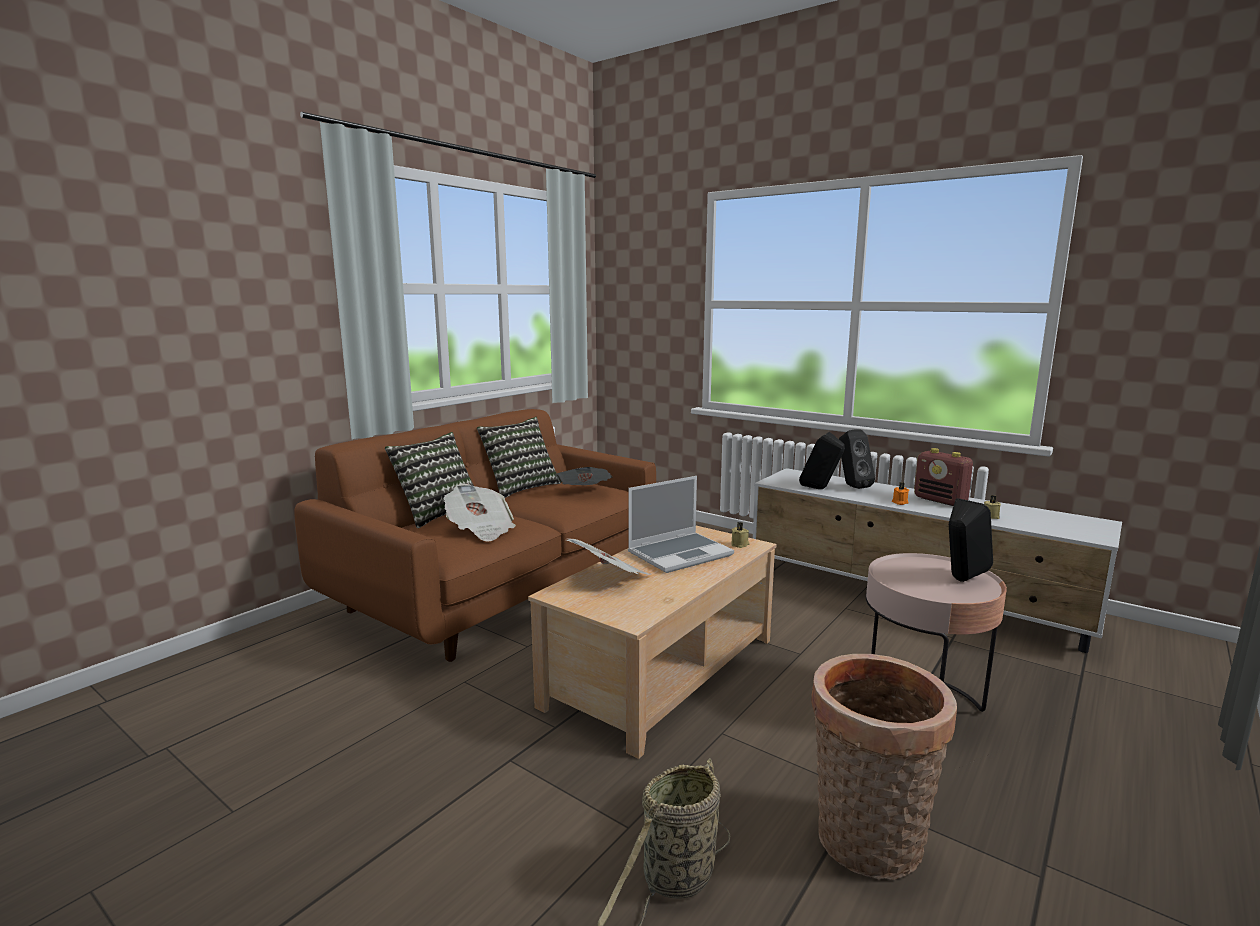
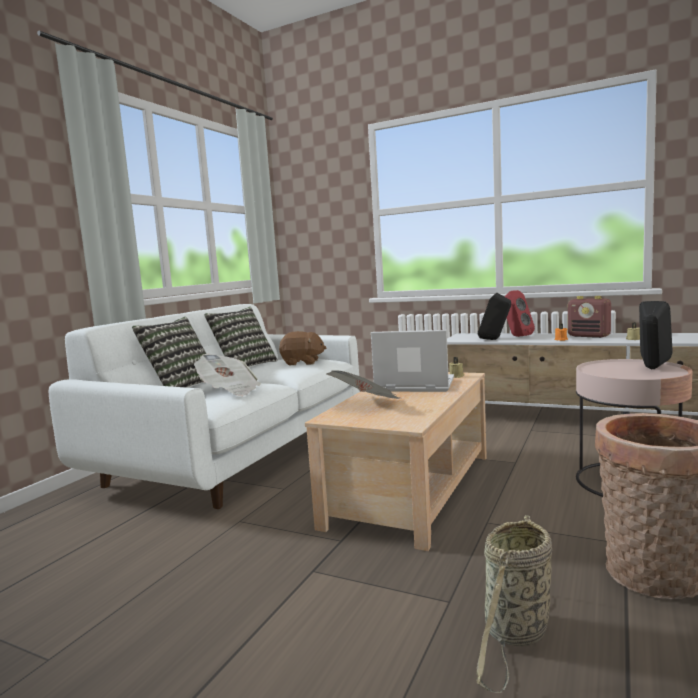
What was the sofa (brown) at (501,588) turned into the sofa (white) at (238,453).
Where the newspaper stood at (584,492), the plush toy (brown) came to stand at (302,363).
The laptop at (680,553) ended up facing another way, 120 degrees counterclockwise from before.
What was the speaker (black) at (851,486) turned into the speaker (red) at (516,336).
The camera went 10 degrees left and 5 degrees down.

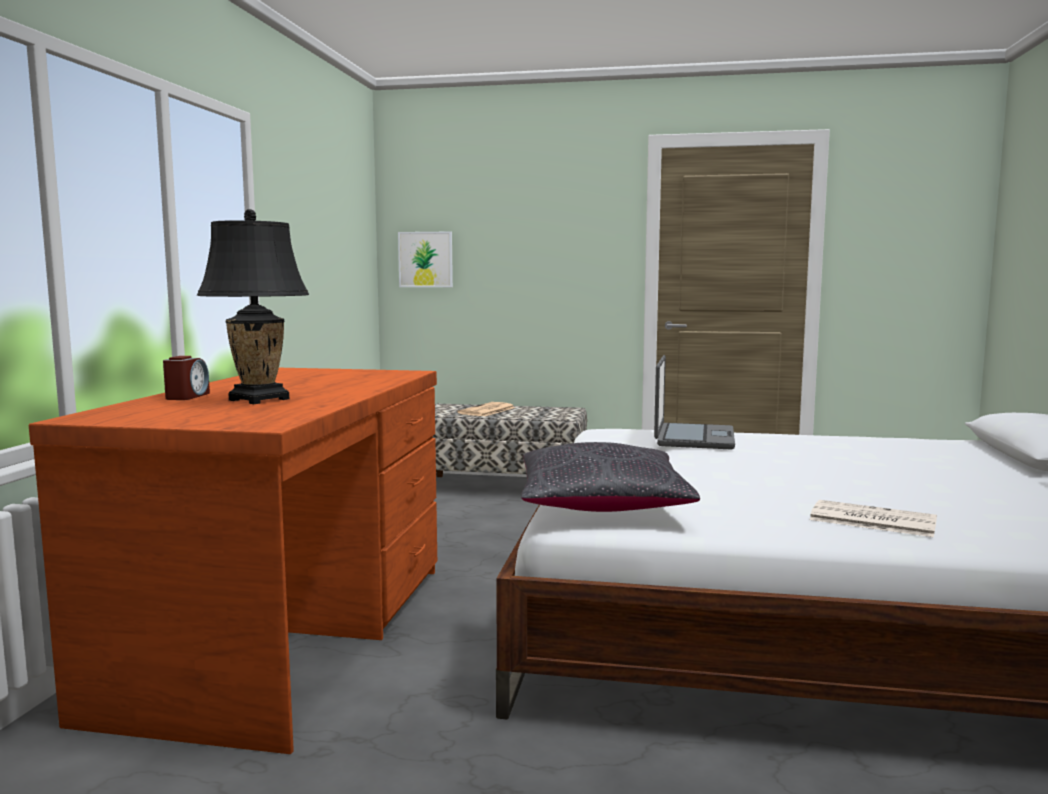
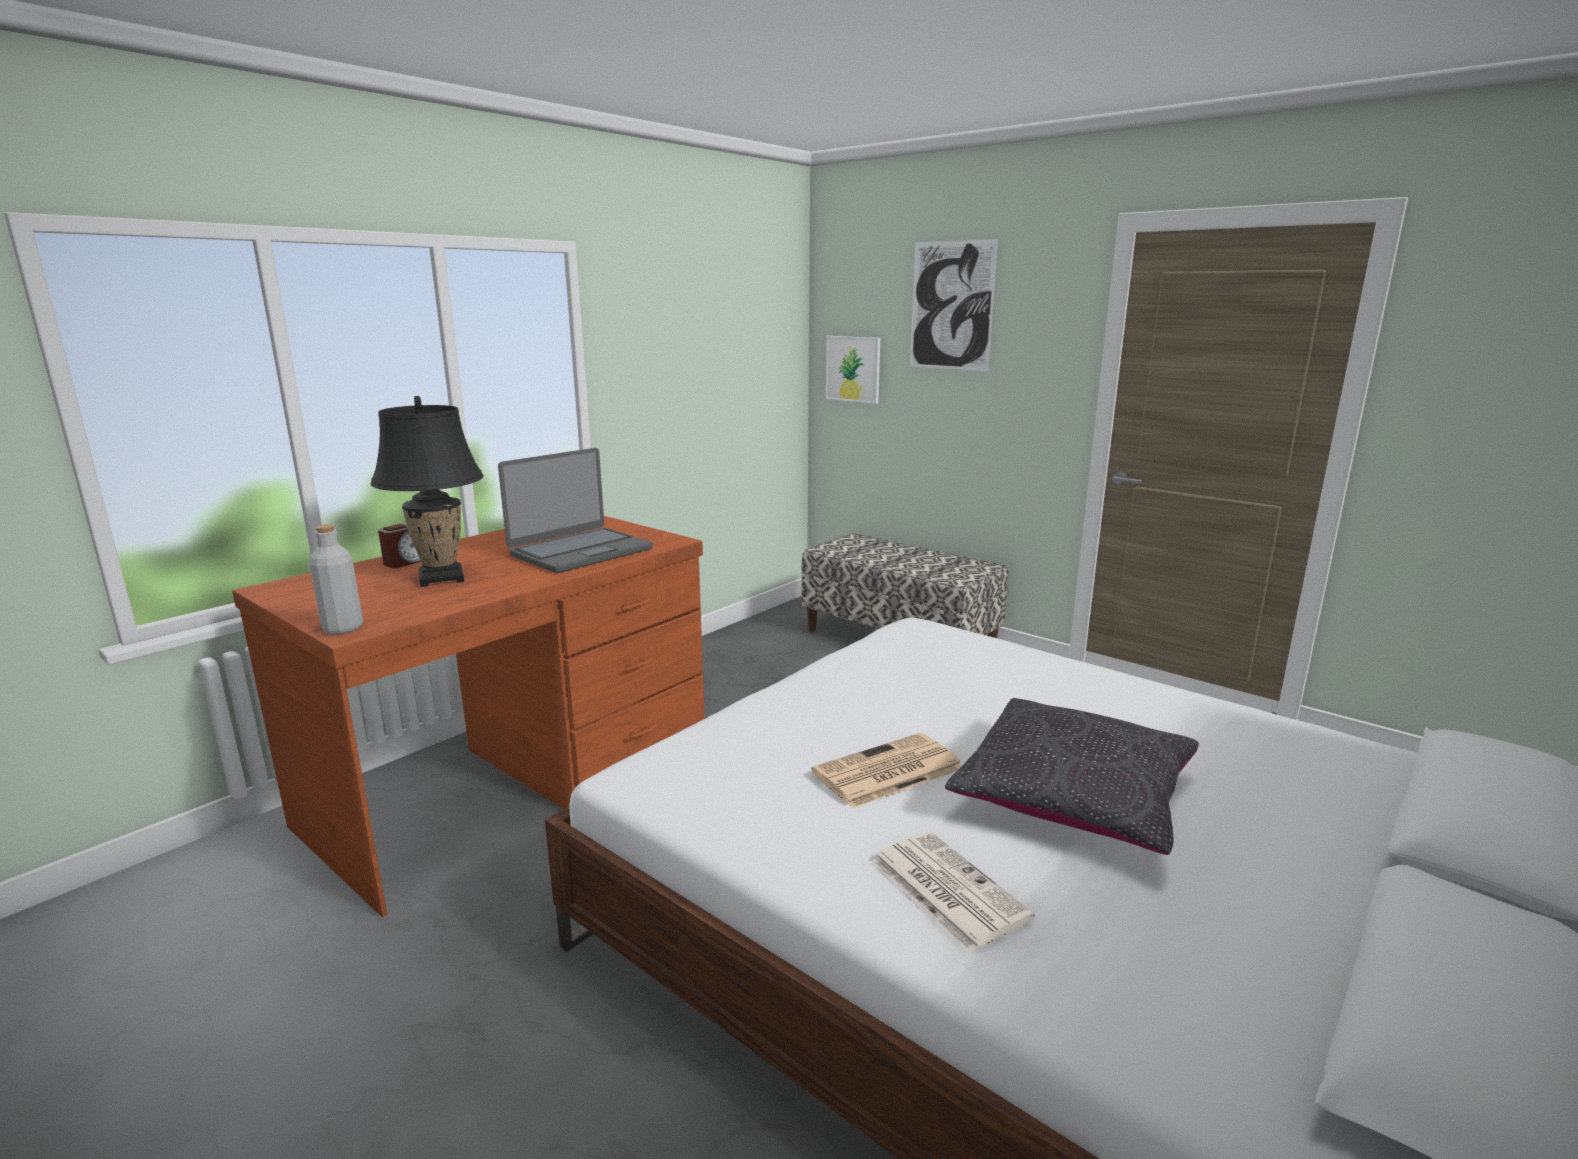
The newspaper ended up elsewhere, having gone from (487,410) to (886,772).
The pillow (black) ended up elsewhere, having gone from (601,505) to (1073,797).
The laptop ended up elsewhere, having gone from (693,438) to (580,552).
The second view gained the bottle (grey) at (343,628).
The second view gained the picture at (951,306).
The camera went 30 degrees right and 10 degrees up.

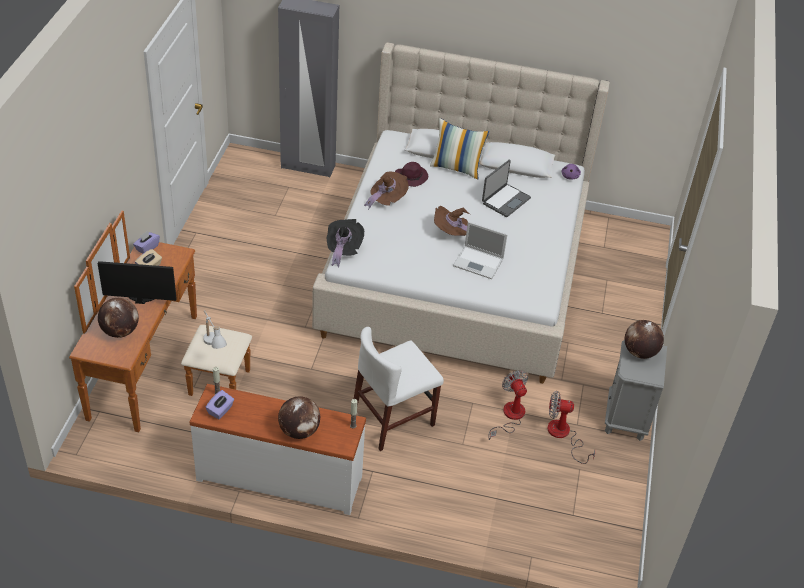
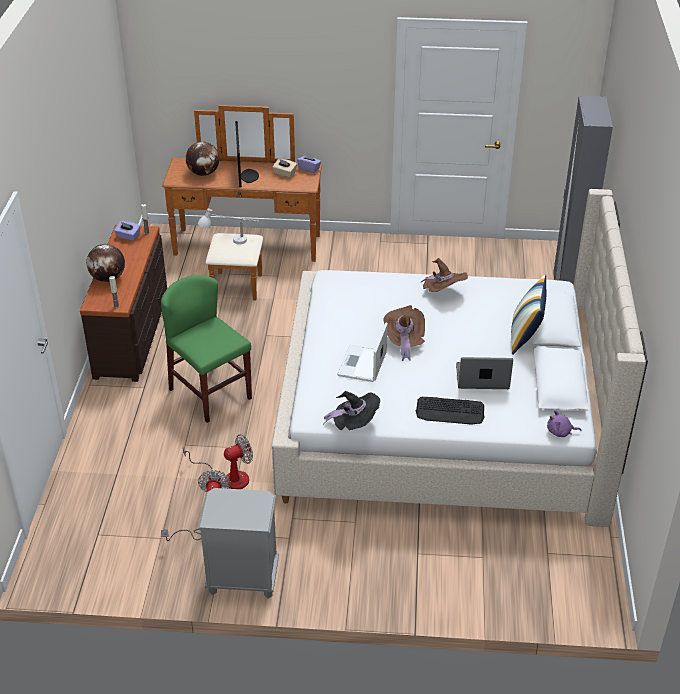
What was the dresser (white) at (280,476) turned into the dresser (brown) at (133,334).
The hat (black) ended up elsewhere, having gone from (343,249) to (355,424).
What was the chair (white) at (393,419) turned into the chair (green) at (210,394).
The second view lost the hat (purple) at (411,177).
The laptop at (505,200) ended up facing another way, 150 degrees clockwise from before.
The second view lost the globe at (639,352).
The second view gained the keyboard at (450,411).
The camera went 85 degrees right and 5 degrees down.

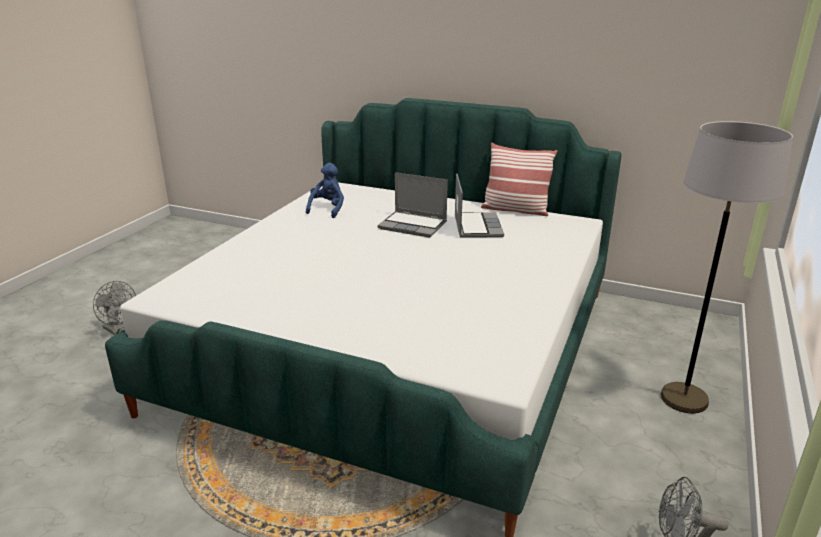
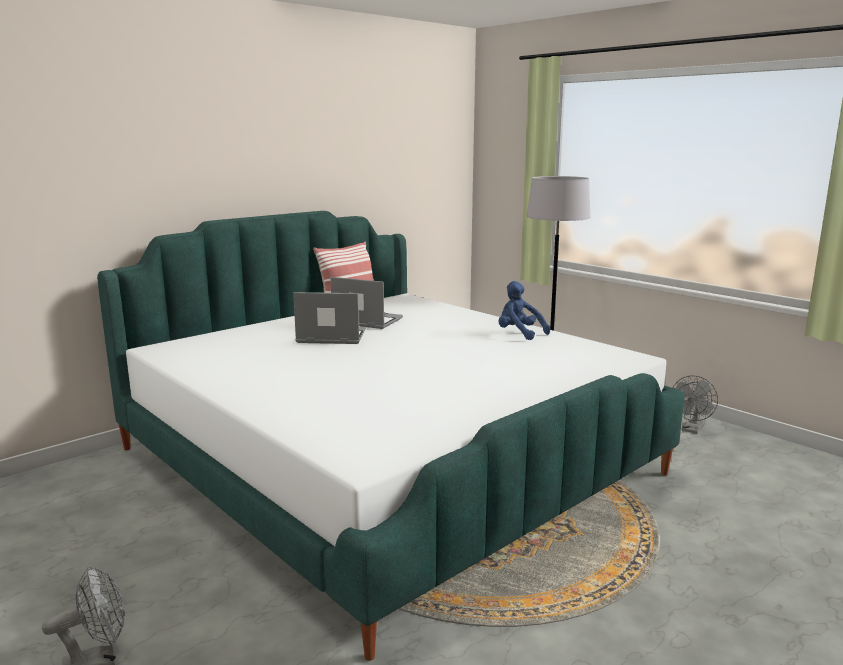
The plush toy (blue) ended up elsewhere, having gone from (327,209) to (519,334).
The laptop at (414,225) ended up facing another way, 135 degrees counterclockwise from before.
The camera went 65 degrees left and 10 degrees down.

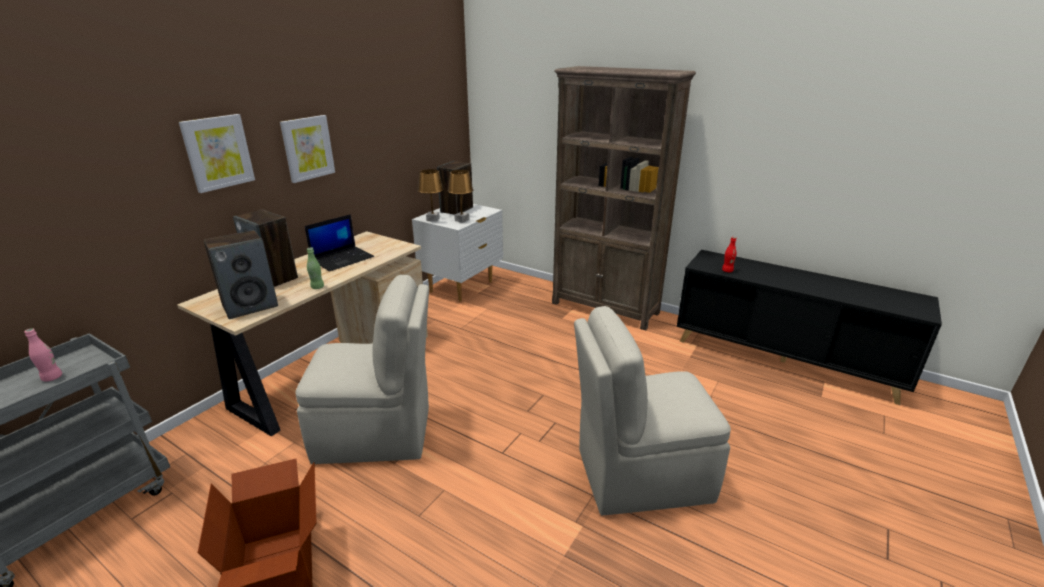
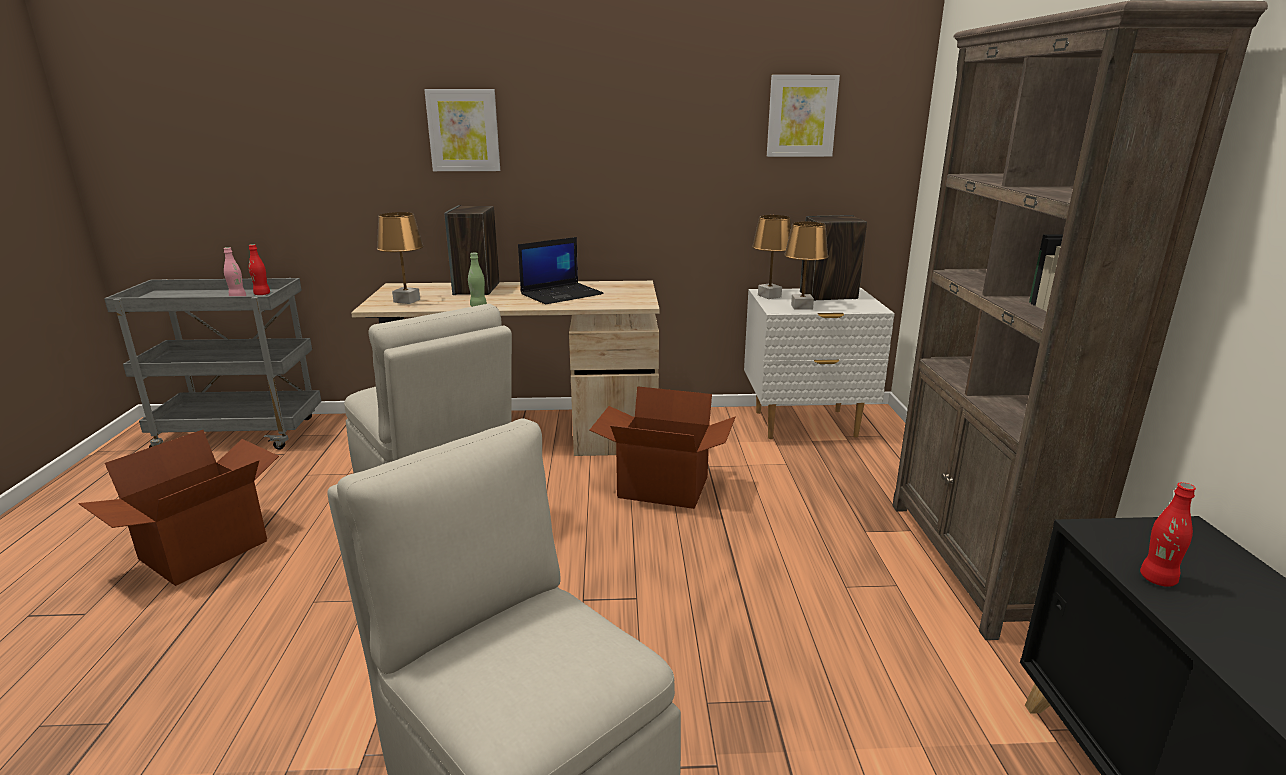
Where the speaker stood at (250,306), the table lamp (brown) came to stand at (407,301).
The picture ended up elsewhere, having gone from (307,148) to (801,116).
The laptop at (343,259) ended up facing another way, 45 degrees counterclockwise from before.
The second view gained the bottle (red) at (262,294).
The second view gained the cardboard box at (662,488).
The camera went 55 degrees right and 5 degrees down.

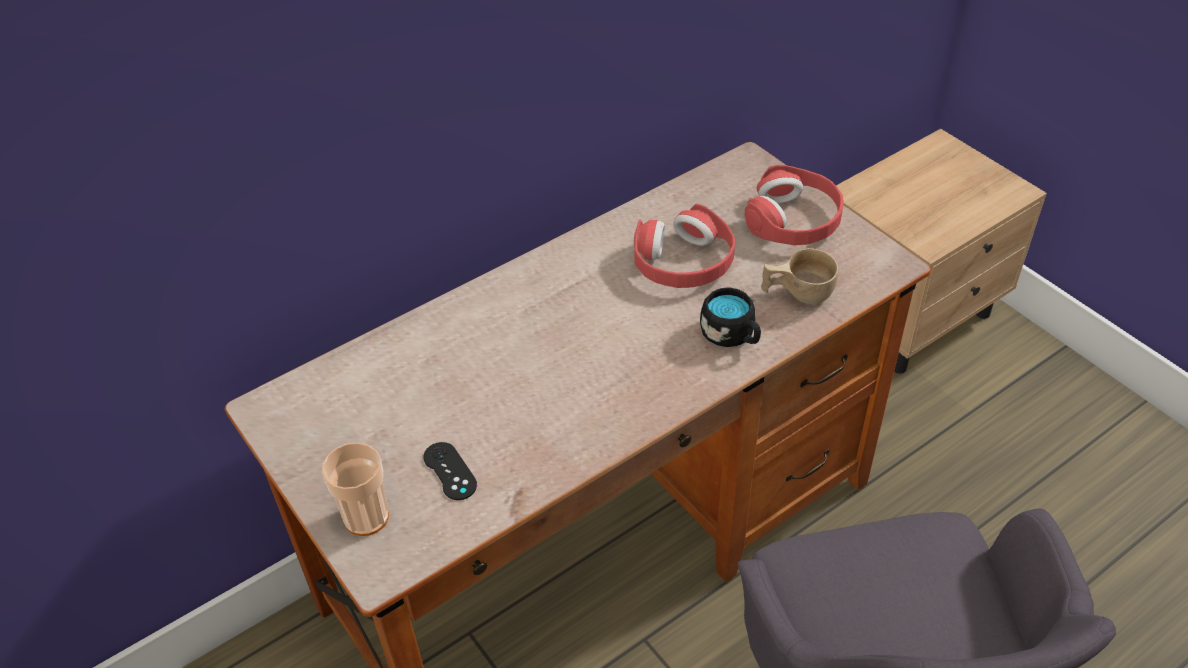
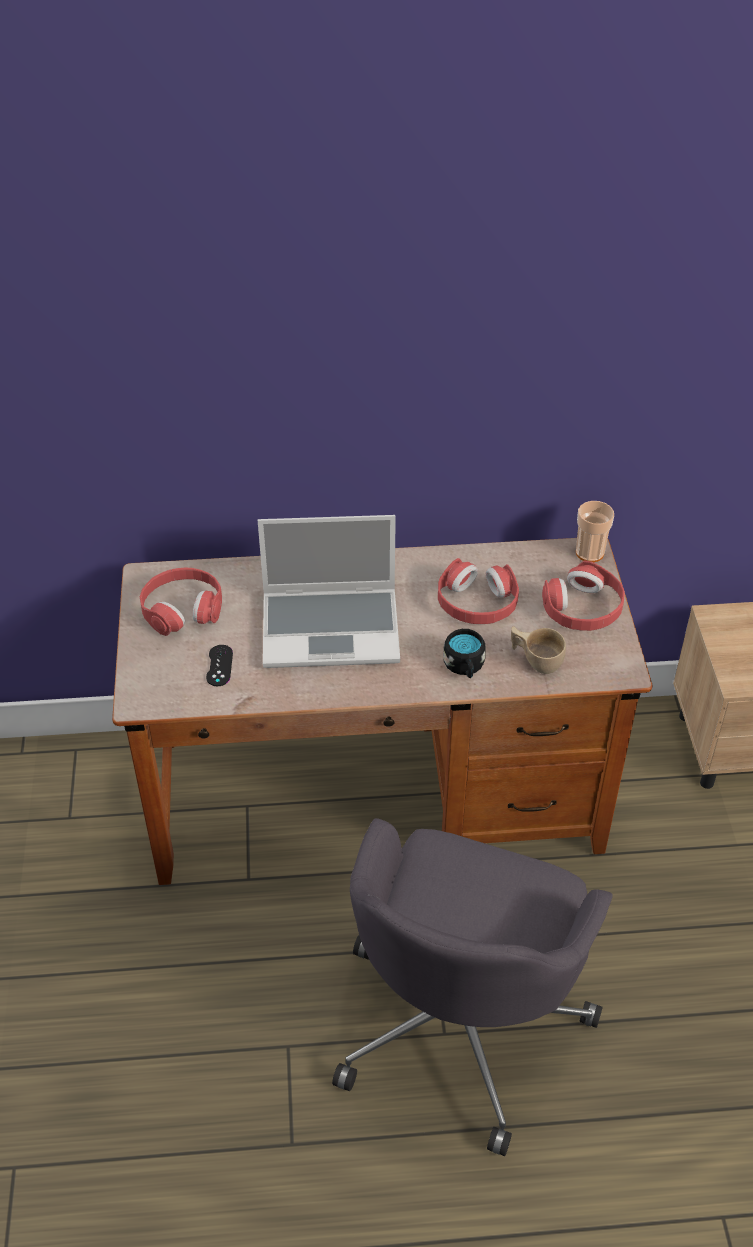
The cup ended up elsewhere, having gone from (366,517) to (589,553).
The second view gained the headphones (red) at (182,609).
The second view gained the laptop at (332,628).
The camera went 30 degrees right and 0 degrees up.

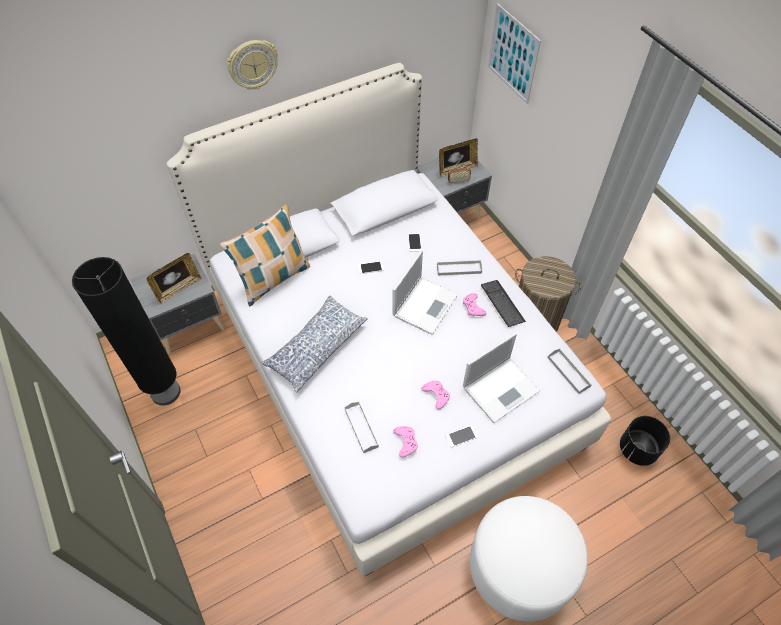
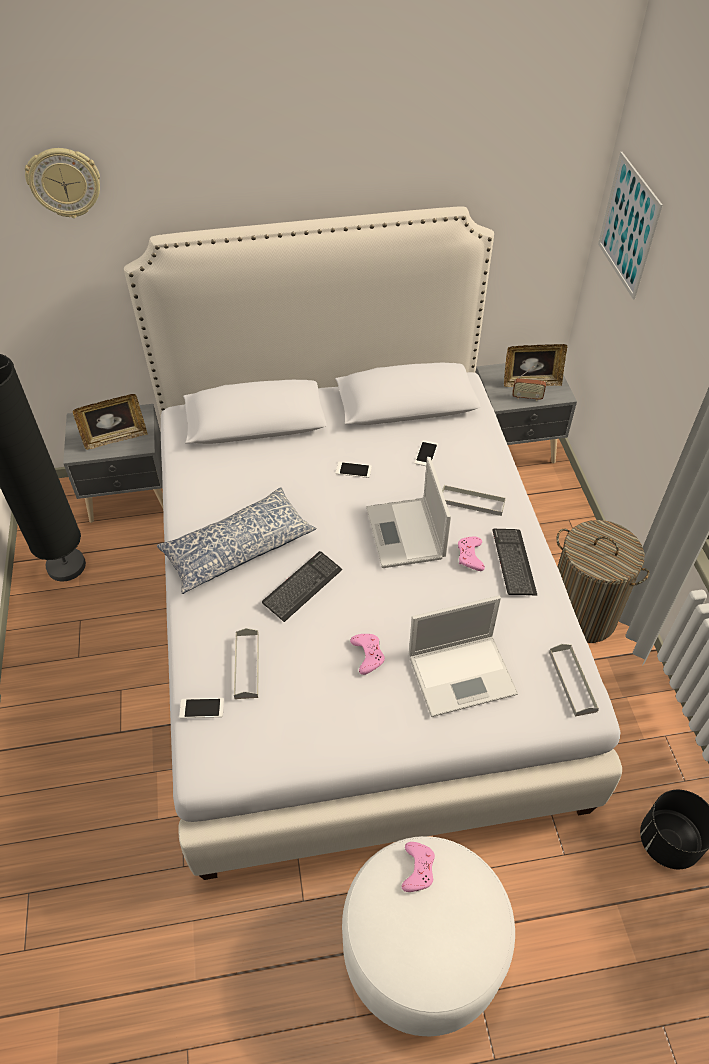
The second view lost the pillow at (273,279).
The wall clock ended up elsewhere, having gone from (252,64) to (65,182).
The laptop at (425,304) ended up facing another way, 120 degrees clockwise from before.
The game controller (pink) ended up elsewhere, having gone from (406,442) to (418,868).
The phone ended up elsewhere, having gone from (461,436) to (201,708).
The second view gained the keyboard at (302,587).
The camera went 20 degrees right and 5 degrees down.

